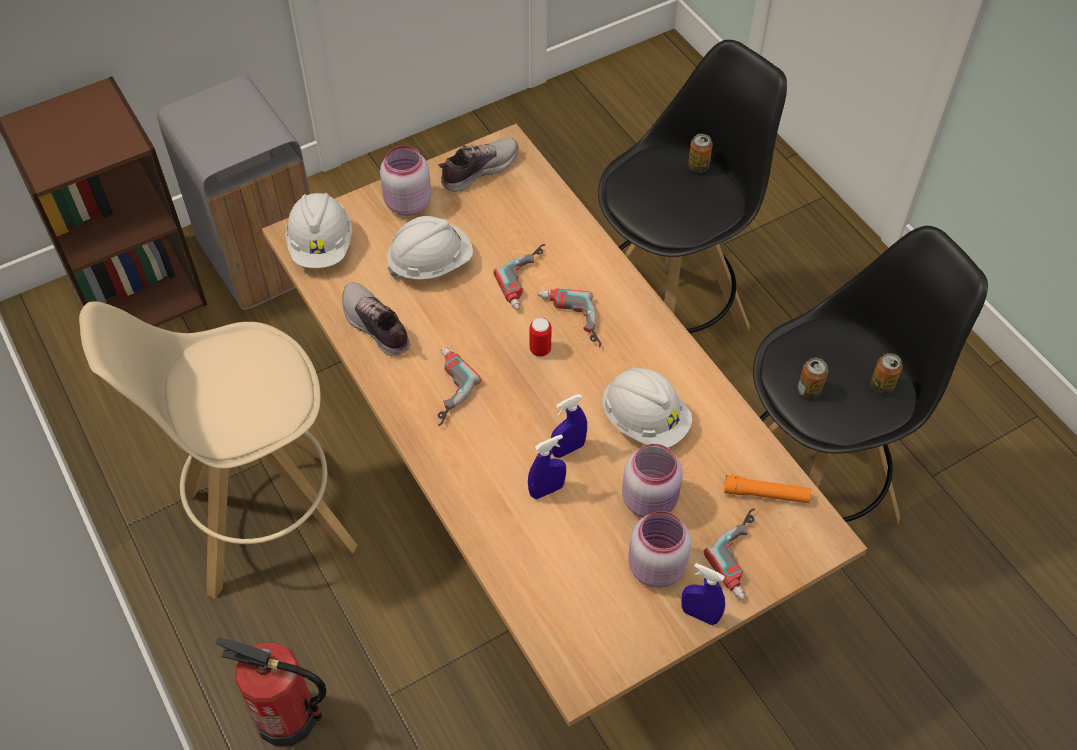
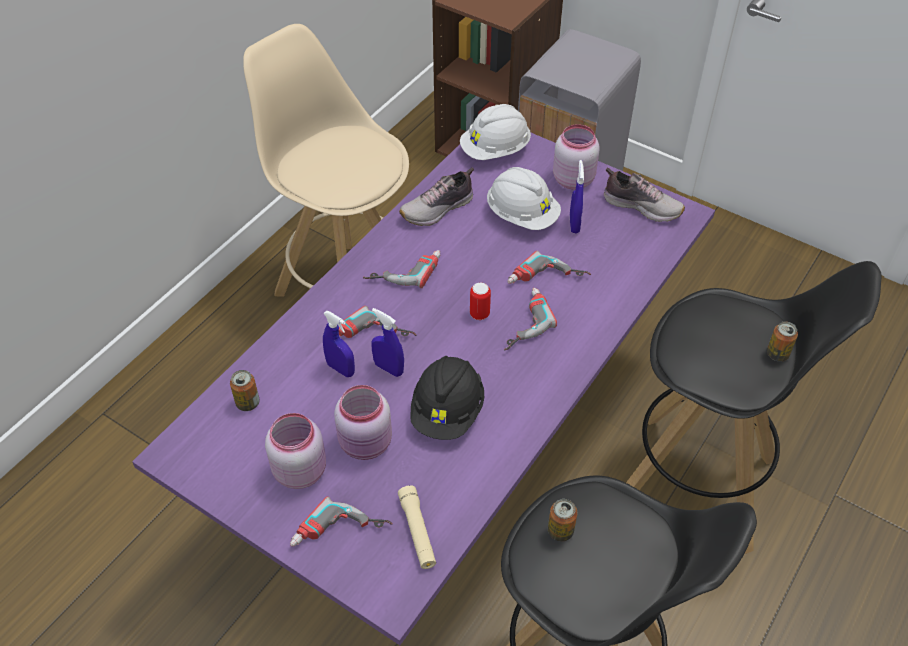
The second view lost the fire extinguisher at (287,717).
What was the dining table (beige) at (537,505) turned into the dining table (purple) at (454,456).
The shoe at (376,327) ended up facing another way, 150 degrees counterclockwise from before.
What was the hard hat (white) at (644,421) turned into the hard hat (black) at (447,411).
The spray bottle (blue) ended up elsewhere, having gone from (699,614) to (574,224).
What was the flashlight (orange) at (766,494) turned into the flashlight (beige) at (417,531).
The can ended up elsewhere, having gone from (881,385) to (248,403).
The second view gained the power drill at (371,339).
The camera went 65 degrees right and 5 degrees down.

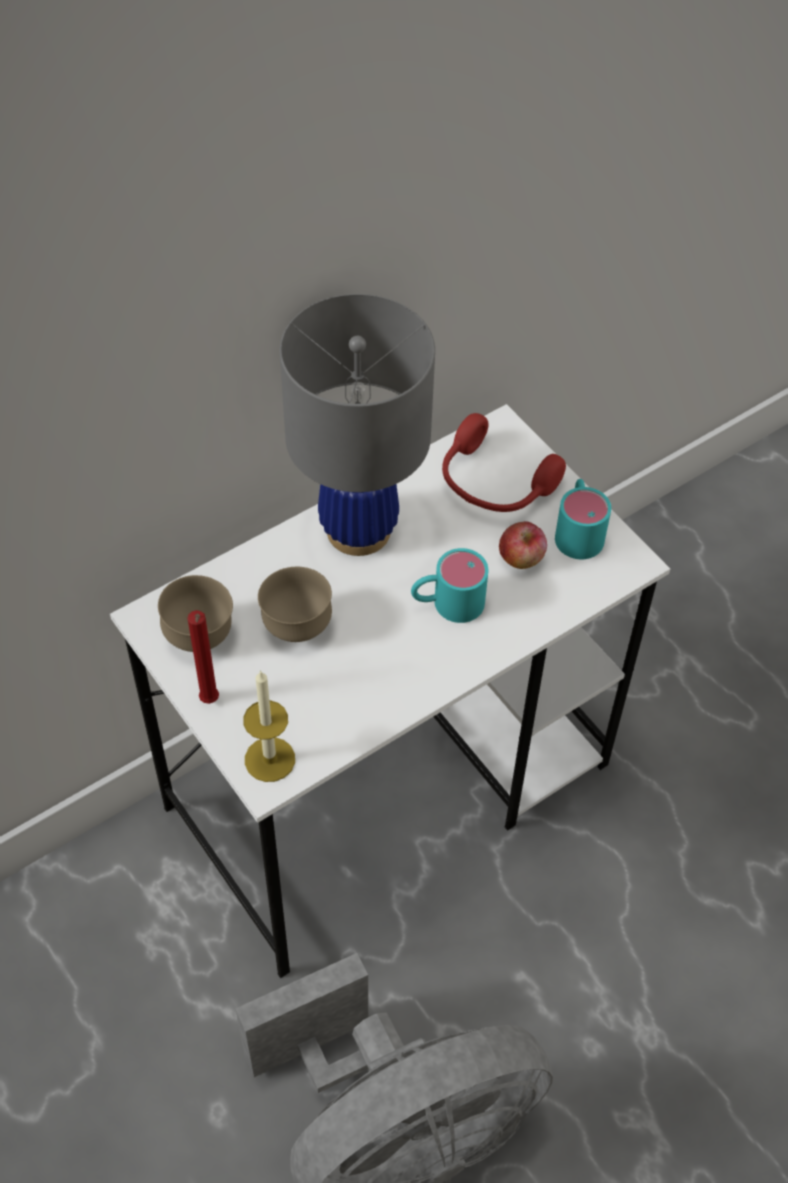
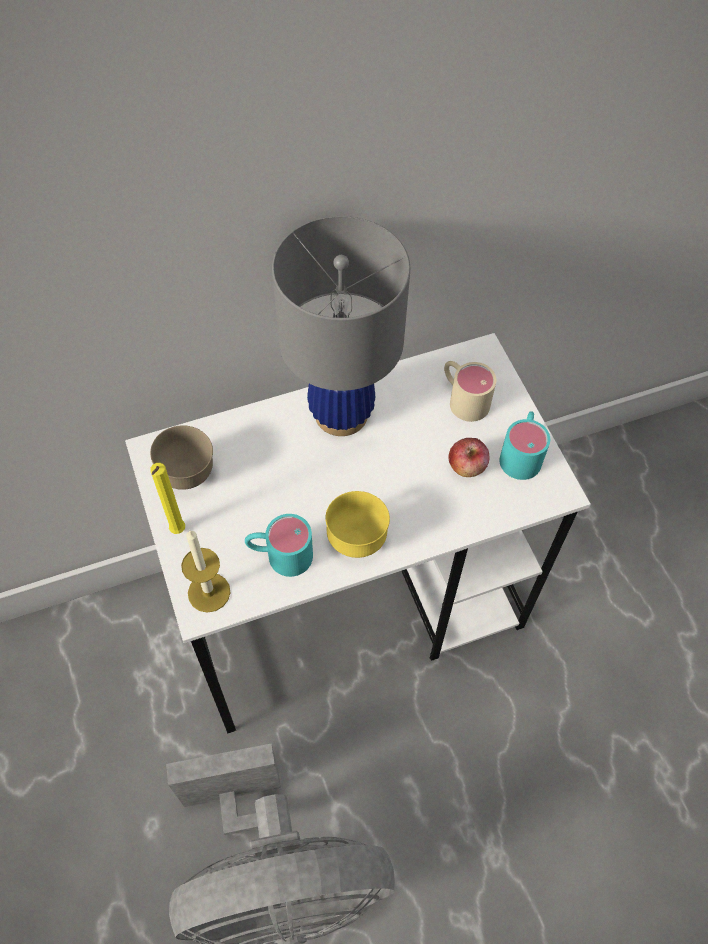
What was the candle (red) at (209,702) turned into the candle (yellow) at (177,532).
The second view lost the bowl (brown) at (296,626).
The mug (turquoise) ended up elsewhere, having gone from (447,603) to (279,555).
Where the headphones (red) stood at (493,484), the mug (beige) came to stand at (463,398).
The second view gained the bowl (yellow) at (356,539).
The camera went 15 degrees right and 5 degrees up.

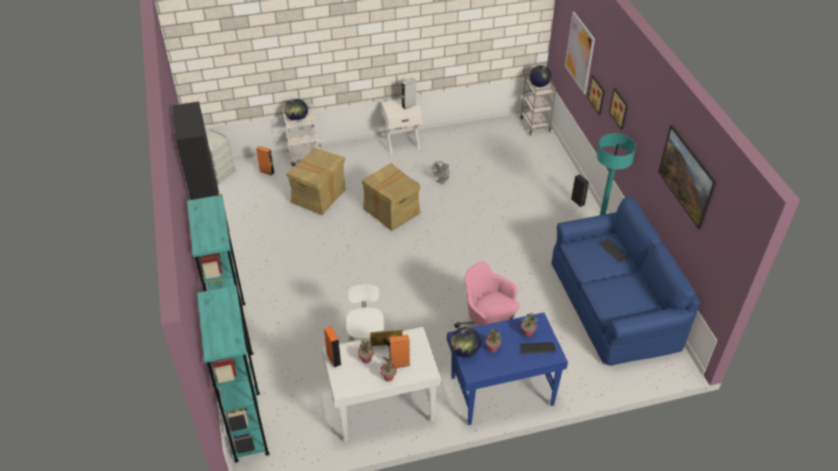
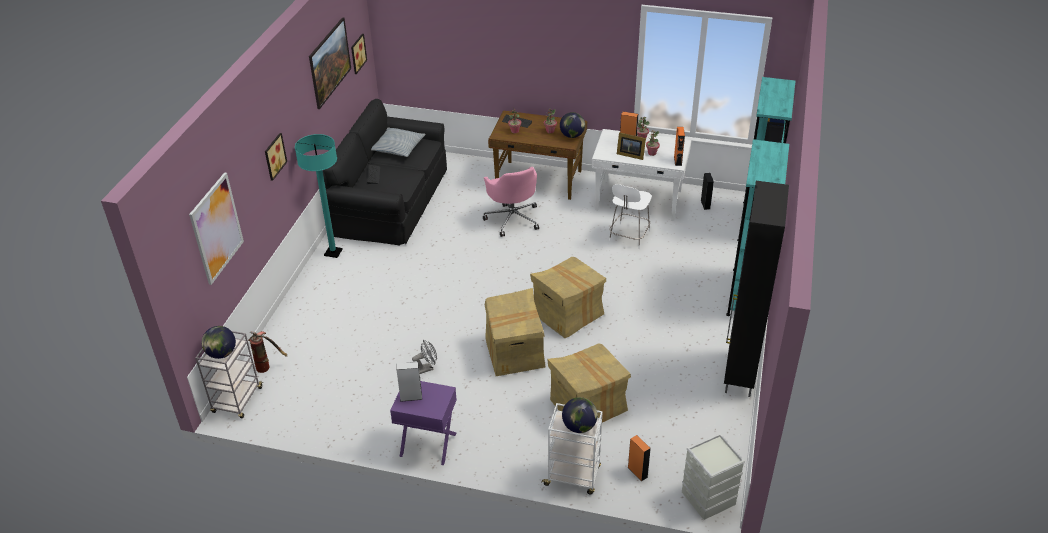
What was the nightstand (white) at (401,142) turned into the nightstand (purple) at (428,445).
What was the desk (blue) at (501,390) turned into the desk (brown) at (539,180).
What was the sofa (blue) at (614,304) turned into the sofa (black) at (390,200).
The speaker (black) ended up elsewhere, having gone from (577,201) to (705,204).
The picture ended up elsewhere, having gone from (598,94) to (357,53).
The second view gained the fire extinguisher at (268,366).
The second view gained the pillow at (398,147).
The second view gained the cardboard box at (567,315).
The camera went 150 degrees left and 5 degrees down.

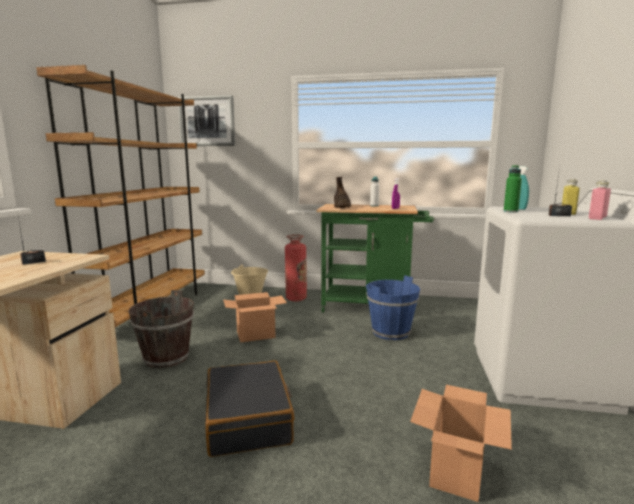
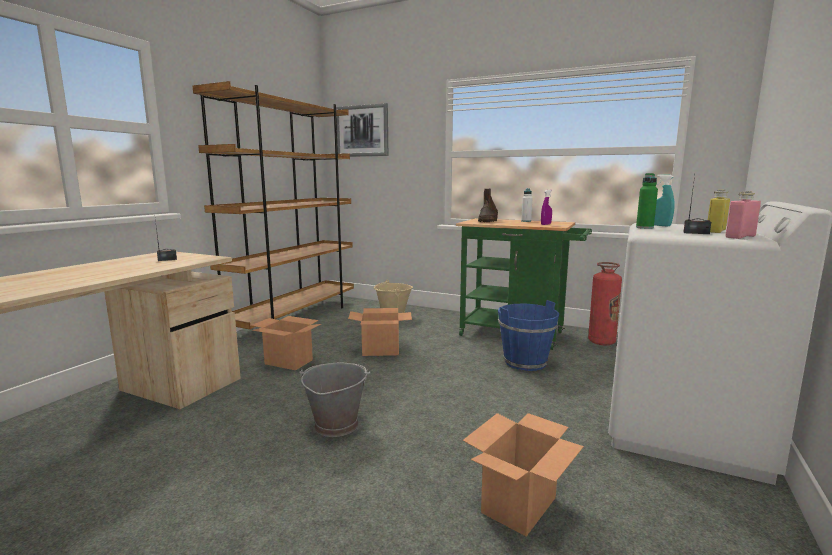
Where the bucket (brown) stood at (166,358), the cardboard box came to stand at (288,362).
Where the suitcase (black) stood at (248,419), the bucket (grey) came to stand at (336,424).
The fire extinguisher ended up elsewhere, having gone from (296,298) to (601,342).
The camera went 15 degrees right and 0 degrees up.

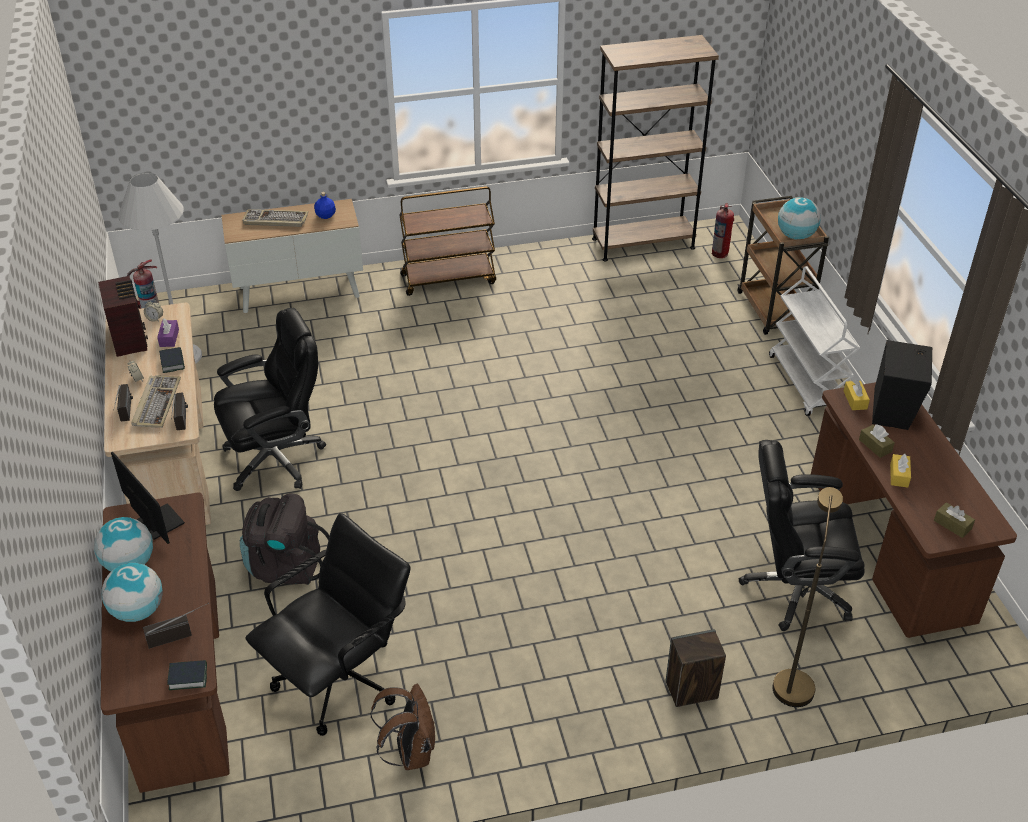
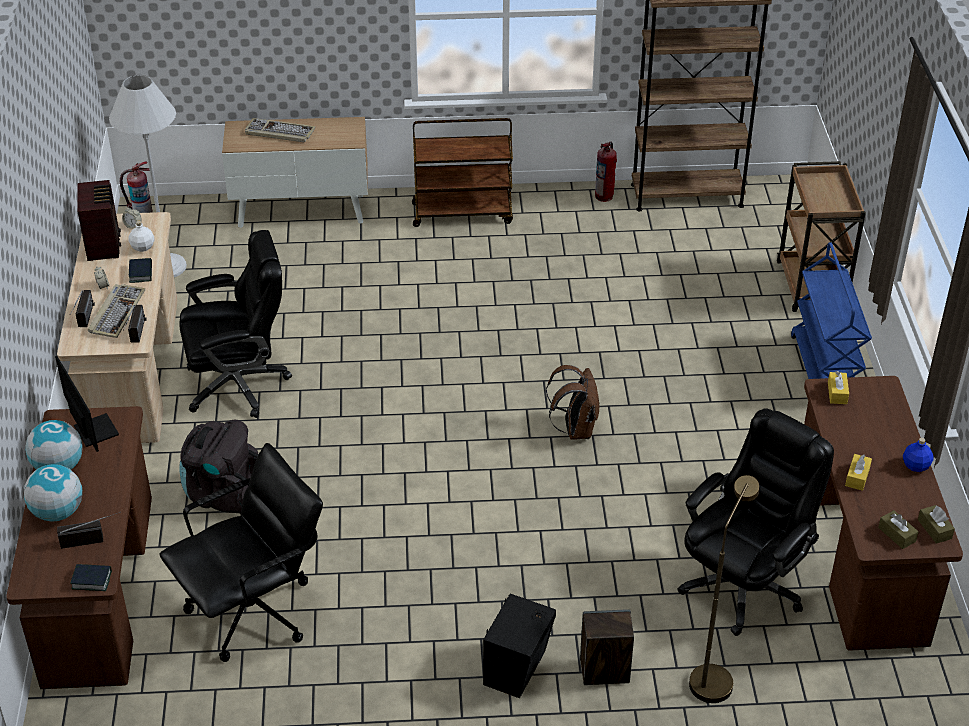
Where the tissue box (purple) stood at (169,338), the bottle (white) came to stand at (143,247).
The bottle (blue) ended up elsewhere, having gone from (325,215) to (915,465).
The backpack (brown) ended up elsewhere, having gone from (410,752) to (575,429).
The fire extinguisher ended up elsewhere, having gone from (720,253) to (604,196).
The office chair (black) at (795,588) ended up facing another way, 120 degrees clockwise from before.
What was the cart (white) at (807,383) turned into the cart (blue) at (824,371).
The second view lost the globe at (796,236).
The tissue box (brown) ended up elsewhere, having gone from (875,446) to (934,529).
The speaker (black) ended up elsewhere, having gone from (894,408) to (518,668).
The camera went 10 degrees right and 0 degrees up.

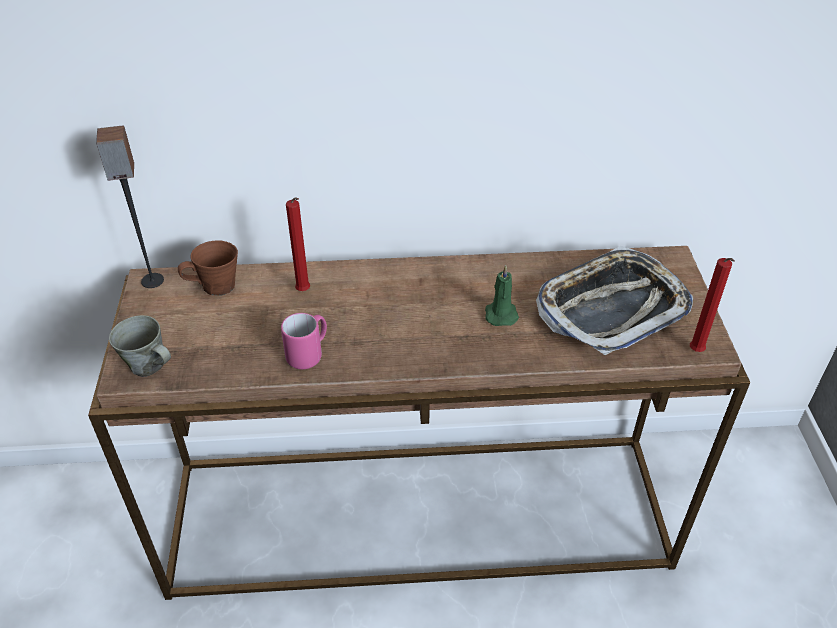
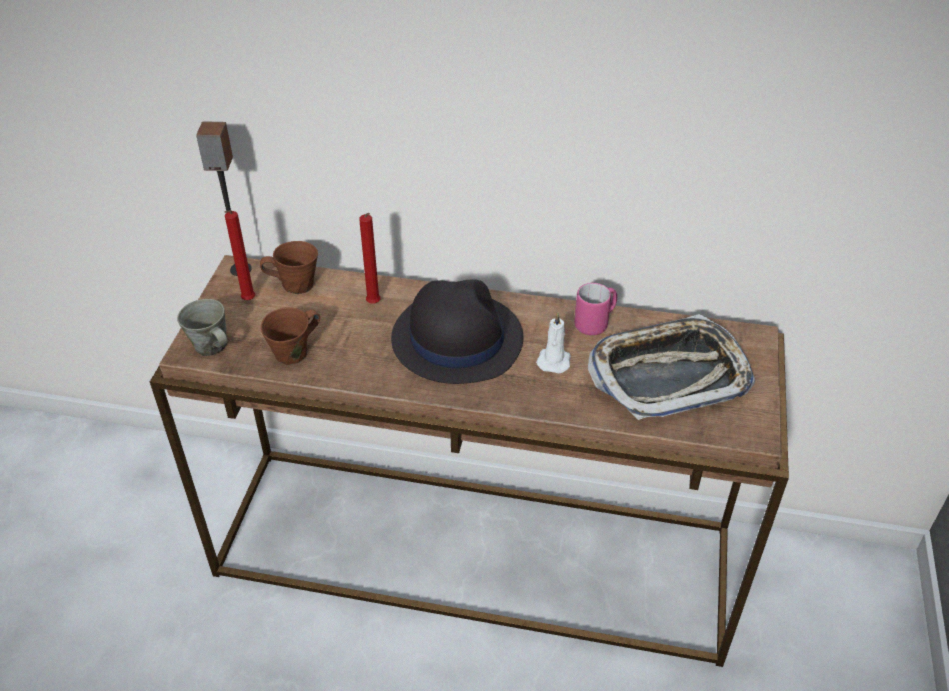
The mug (pink) ended up elsewhere, having gone from (309,354) to (595,323).
What was the candle (green) at (500,313) turned into the candle (white) at (554,360).
The candle (red) ended up elsewhere, having gone from (696,353) to (248,301).
The second view gained the mug (brown) at (293,352).
The second view gained the hat (black) at (456,338).
The camera went 15 degrees right and 0 degrees up.

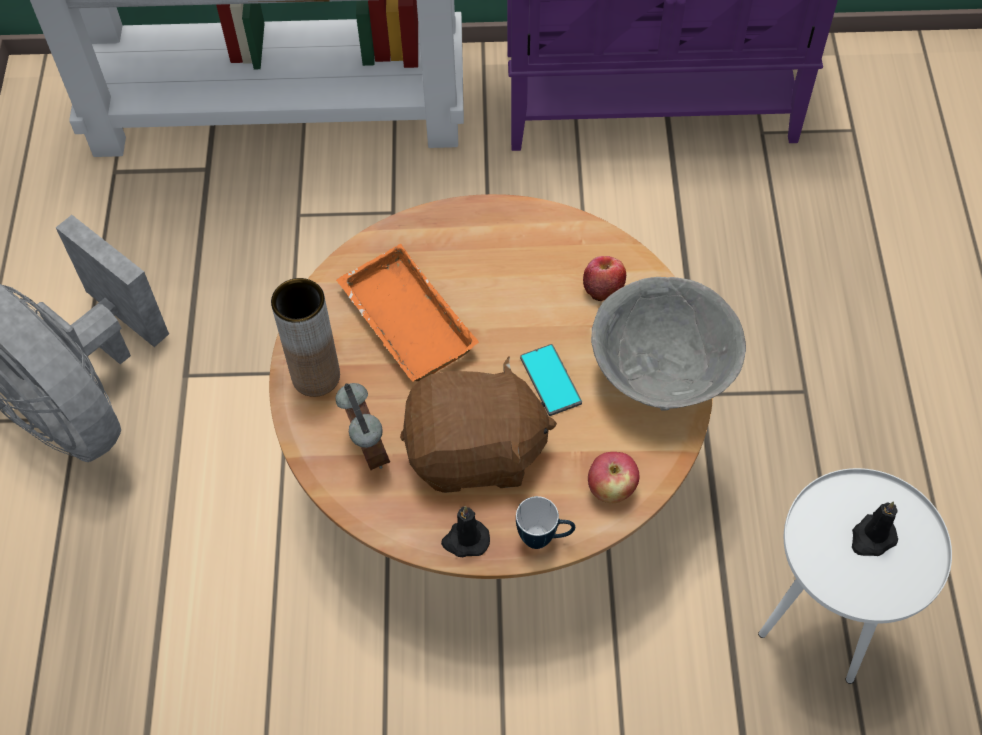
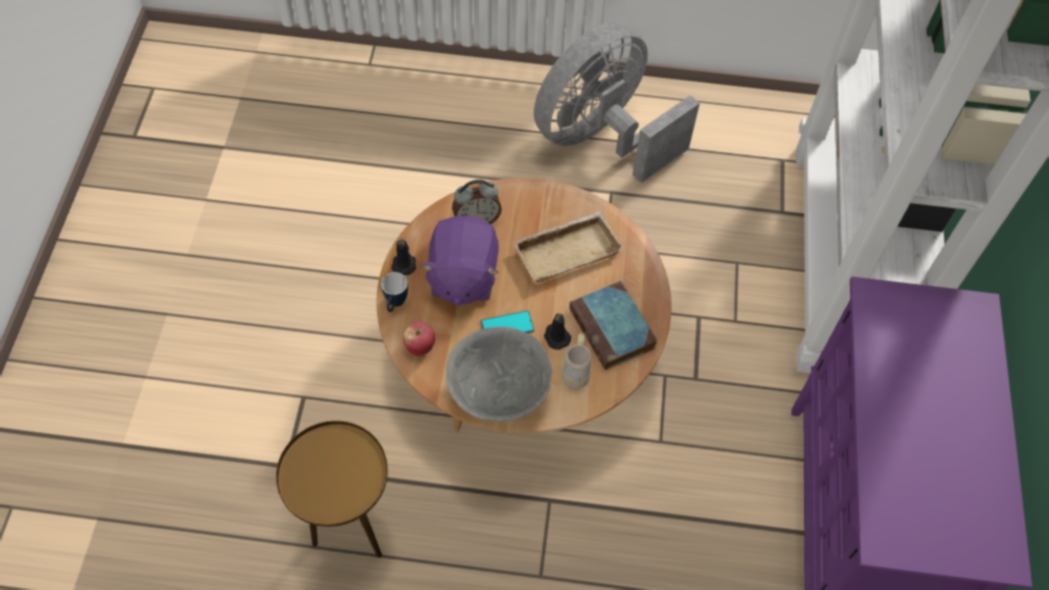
The second view lost the vase (brown) at (316,376).
What was the tray (orange) at (402,322) turned into the tray (beige) at (567,250).
What was the plush toy (brown) at (475,453) turned into the plush toy (purple) at (462,277).
Where the apple stood at (603,288), the mug (beige) came to stand at (576,371).
What was the side table (white) at (816,634) turned into the side table (brown) at (351,531).
The candle (black) ended up elsewhere, having gone from (872,538) to (556,336).
The second view gained the book at (613,330).
The camera went 95 degrees right and 0 degrees up.

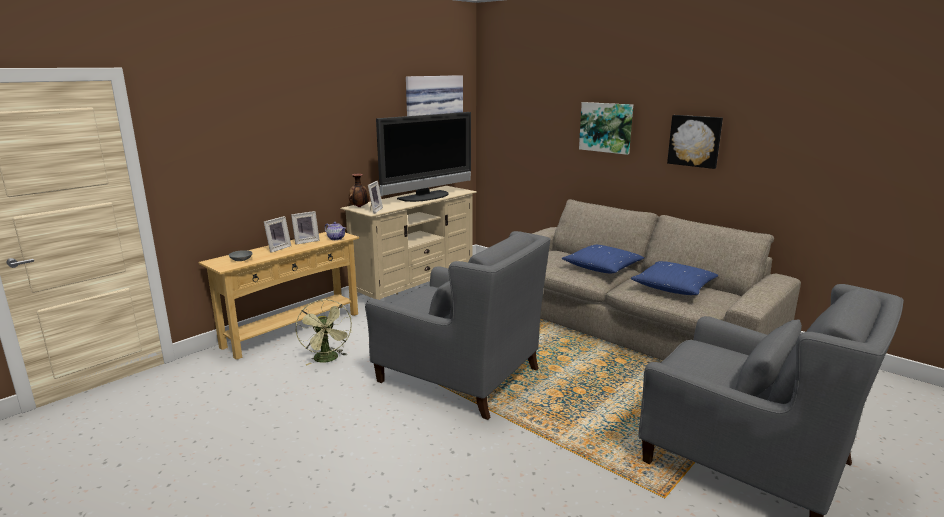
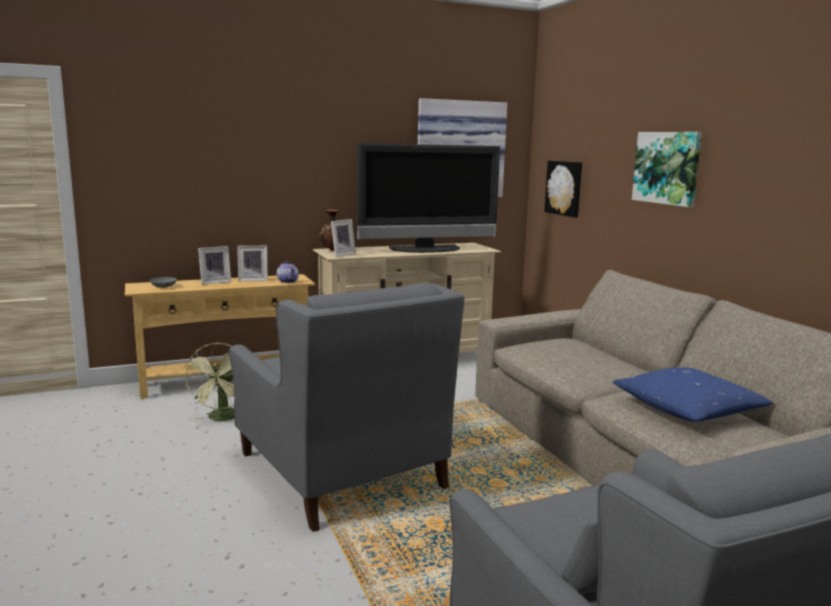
The second view lost the pillow (blue) at (602,268).
The picture ended up elsewhere, having gone from (695,141) to (564,188).
The camera went 25 degrees right and 5 degrees down.

